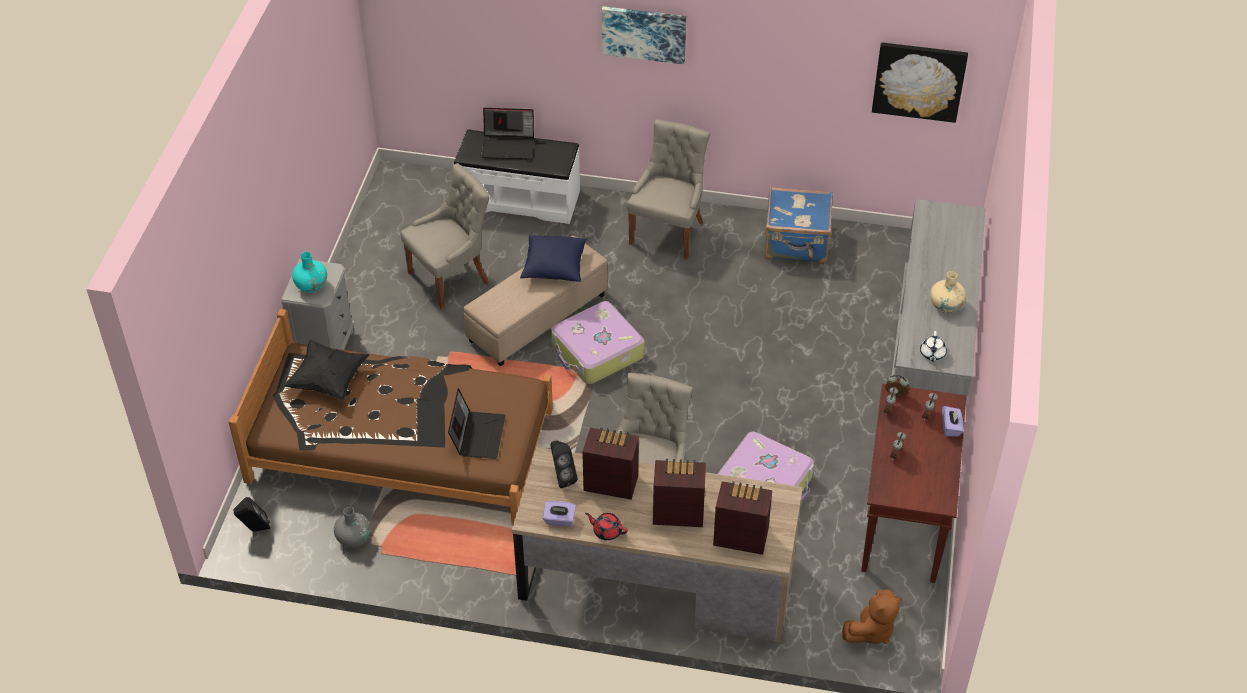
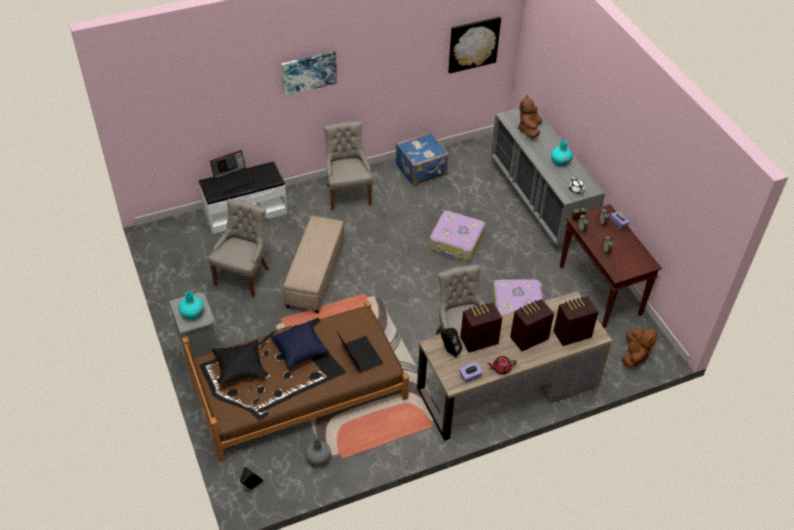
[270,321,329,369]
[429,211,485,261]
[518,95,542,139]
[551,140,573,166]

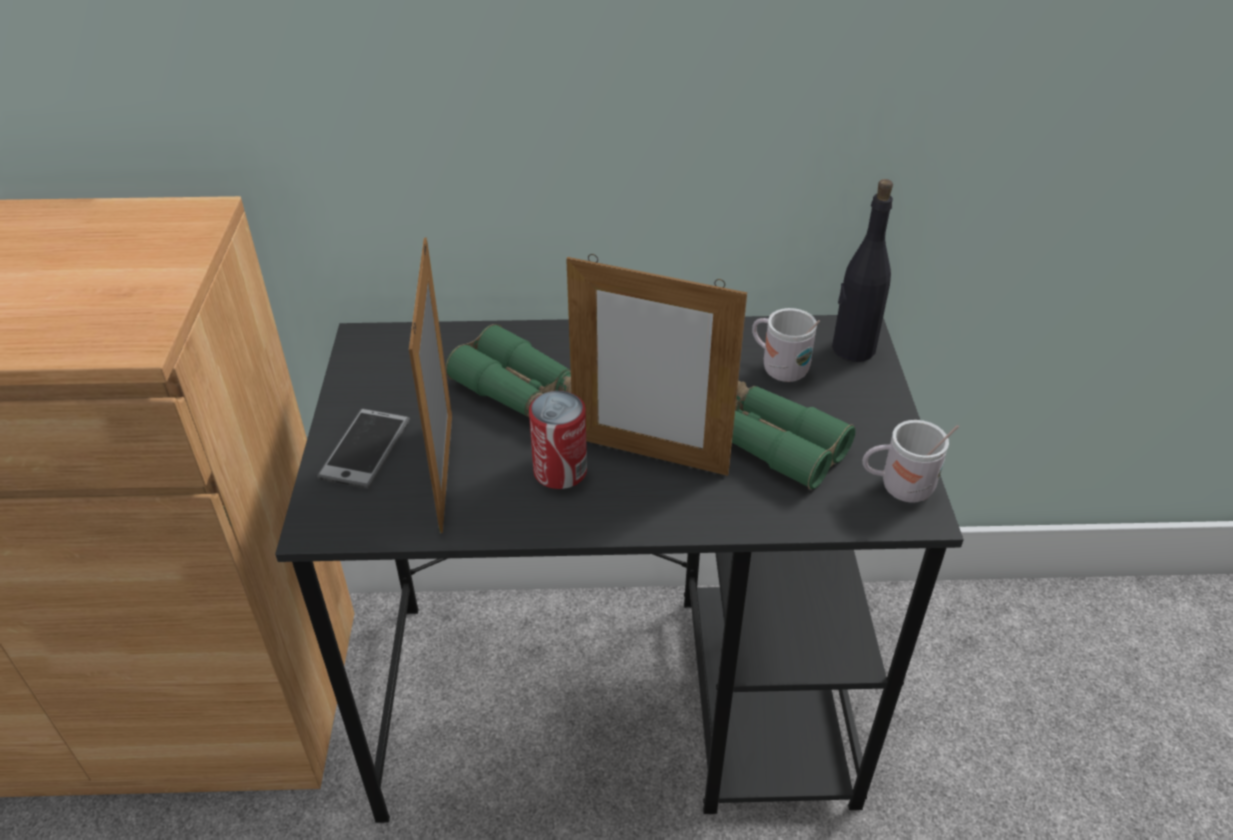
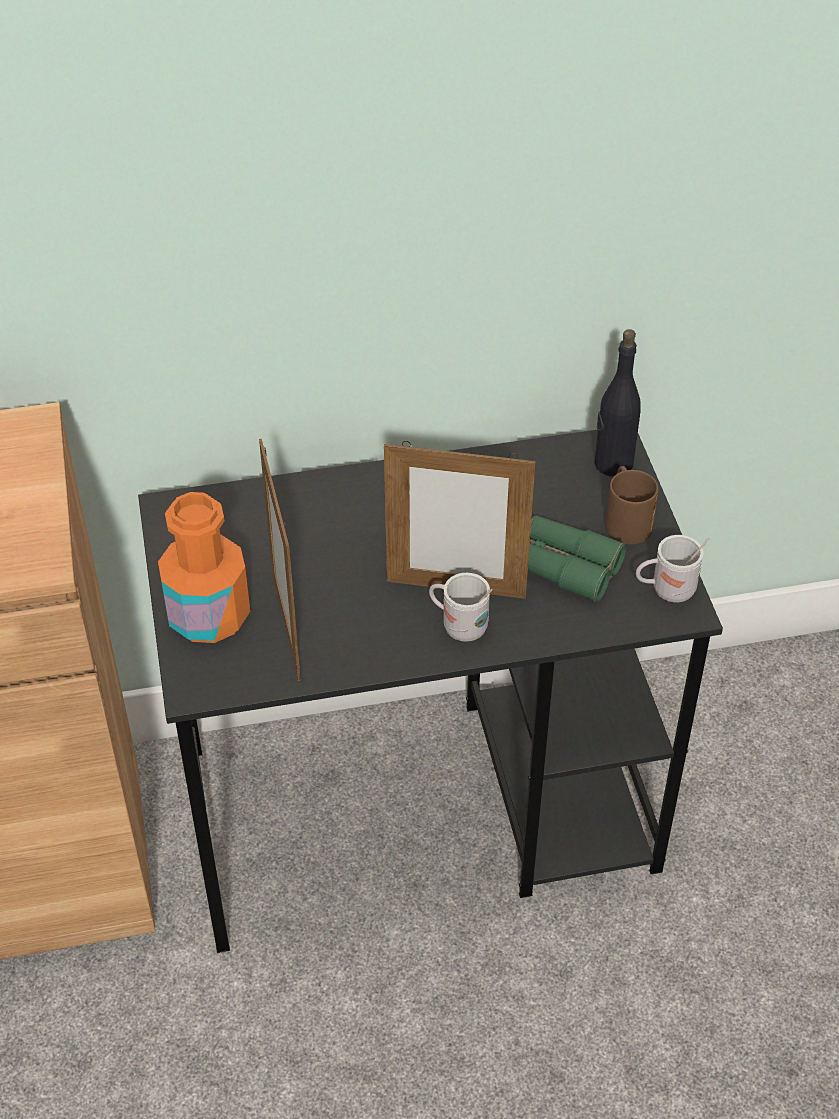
[158,492,250,643]
[429,573,492,642]
[605,466,658,545]
[445,324,572,417] (first image)
[529,391,587,489] (first image)

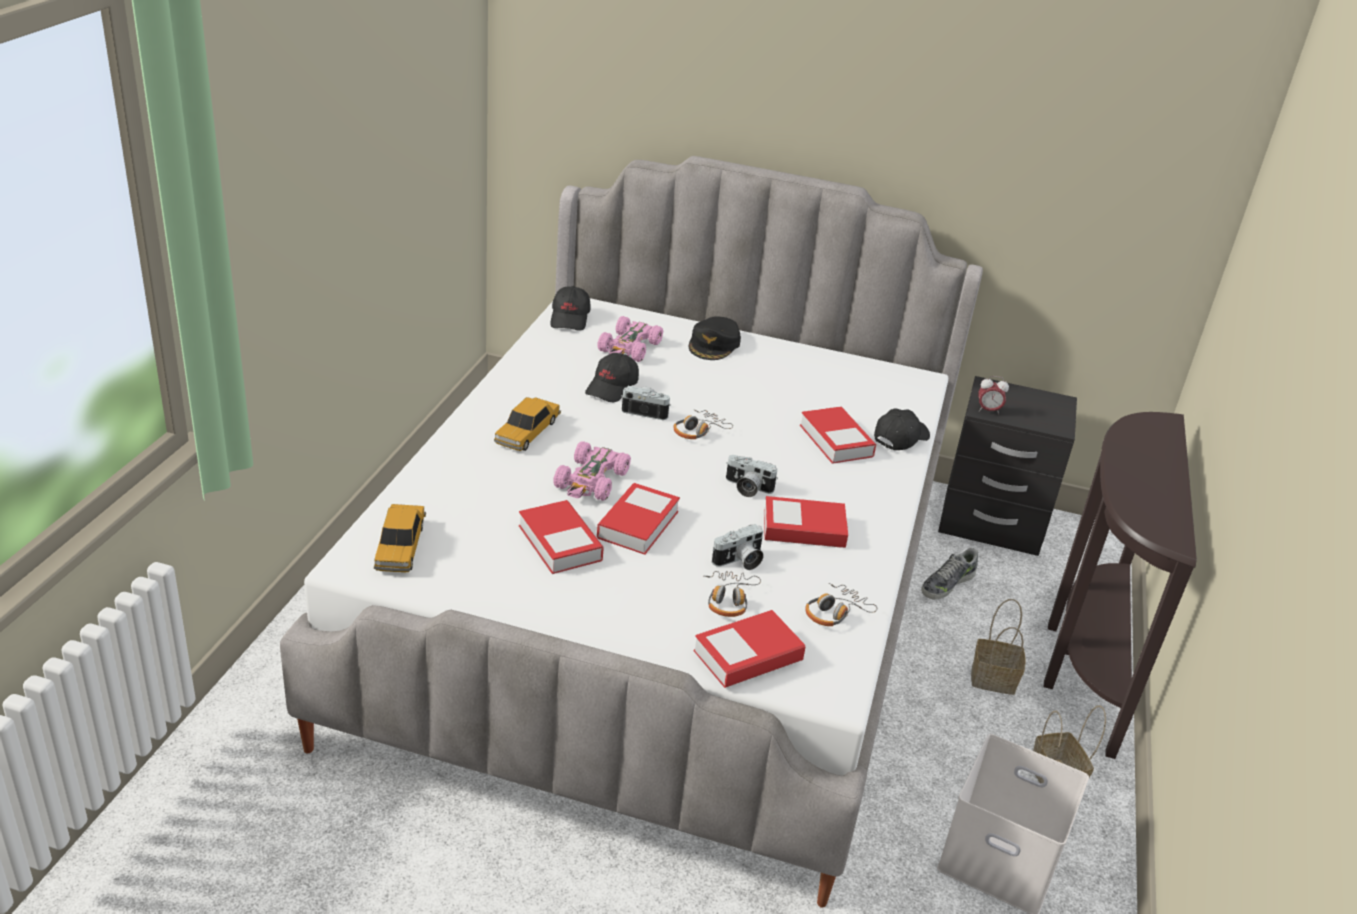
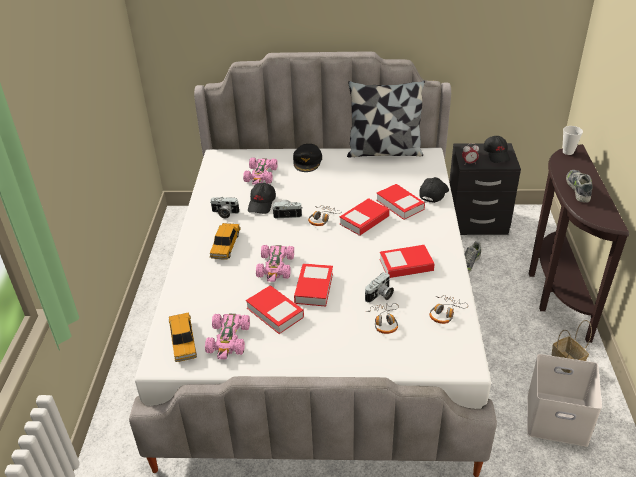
[205,314,250,359]
[210,197,239,218]
[340,198,389,236]
[347,81,425,158]
[483,136,510,163]
[562,126,583,155]
[566,170,593,203]
[971,599,1025,695] (first image)

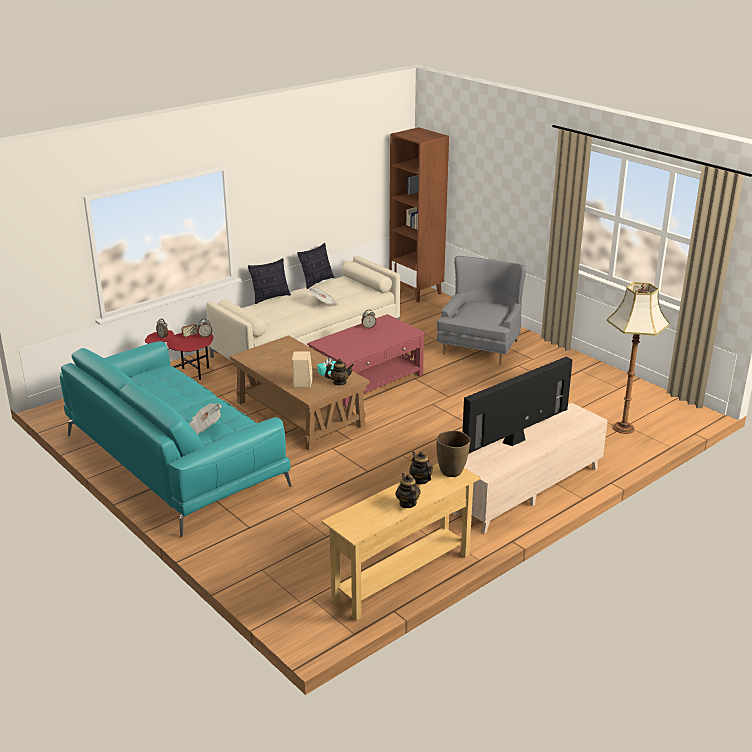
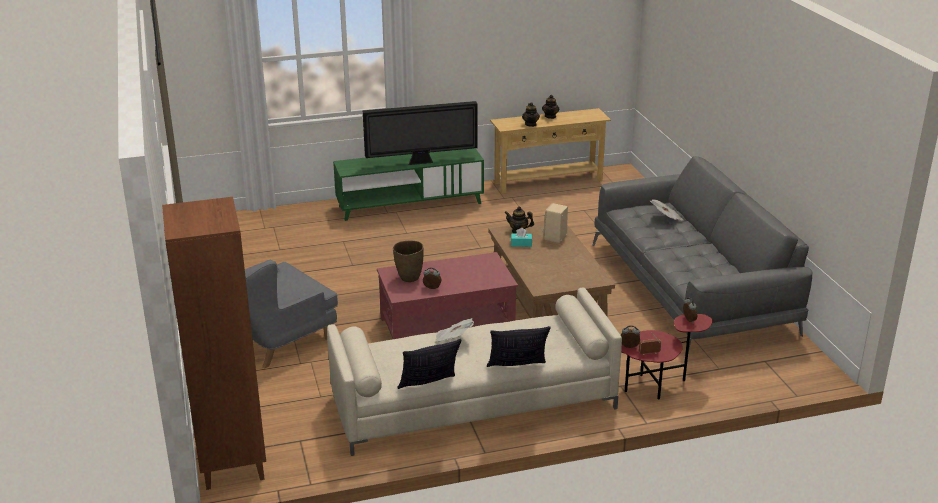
[333,148,484,221]
[393,241,424,282]
[592,156,812,353]
[607,282,670,434] (first image)

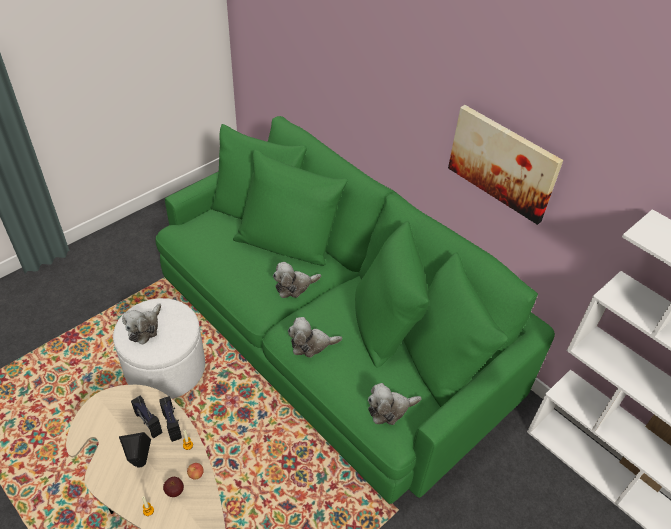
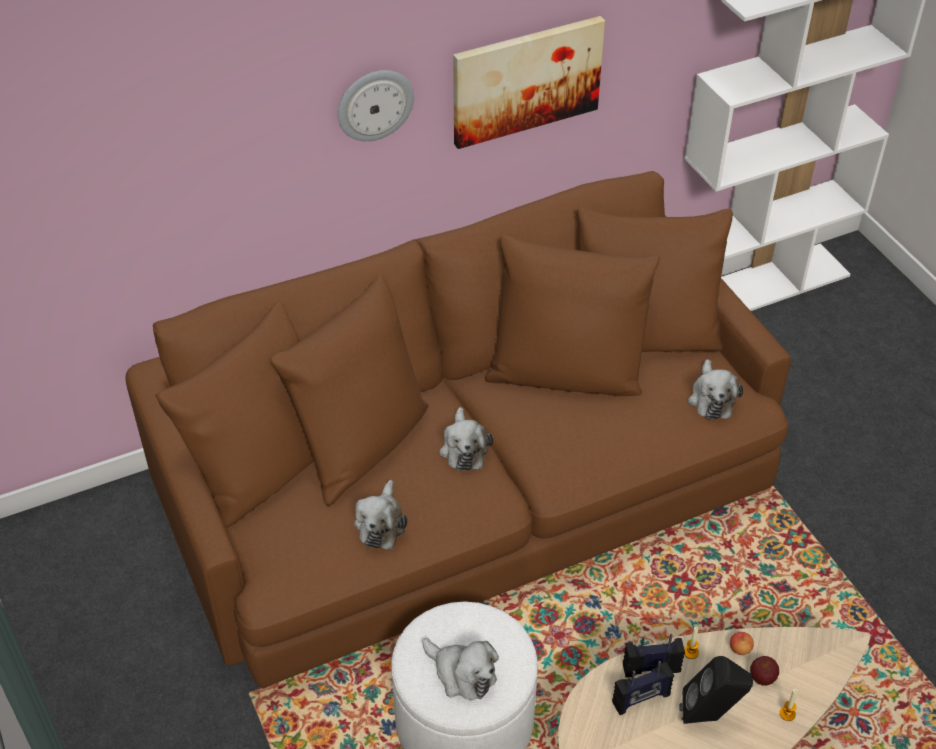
[125,171,791,688]
[338,70,414,141]
[354,480,408,549]

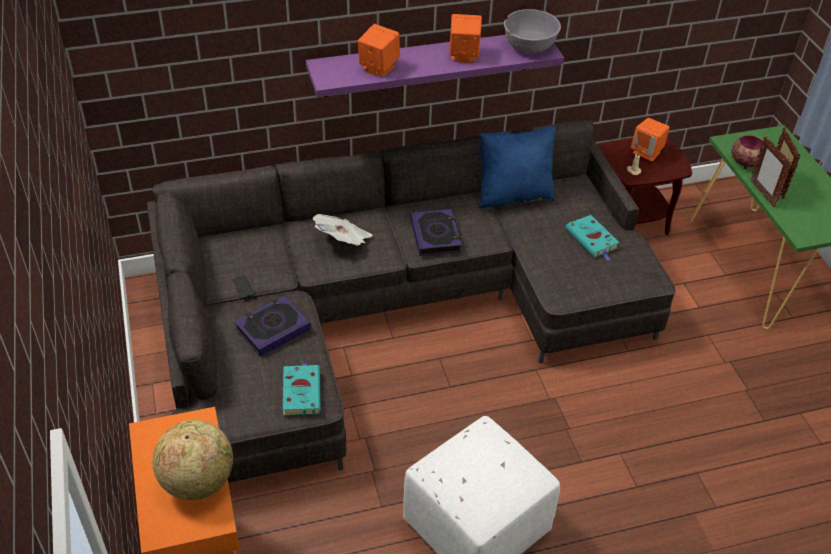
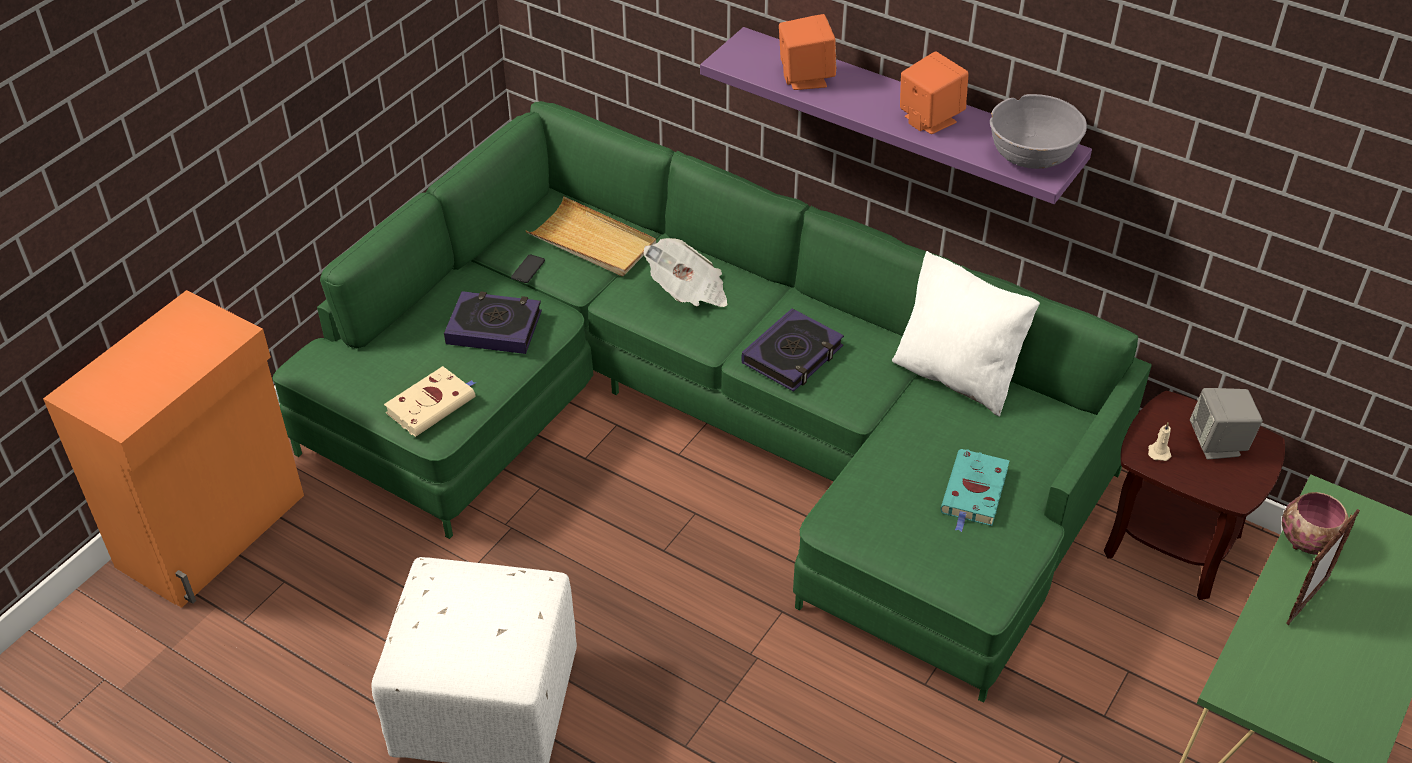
[272,101,1152,703]
[384,366,475,437]
[526,196,656,276]
[892,251,1040,416]
[1190,388,1263,460]
[152,420,233,500] (first image)
[750,136,792,207] (first image)

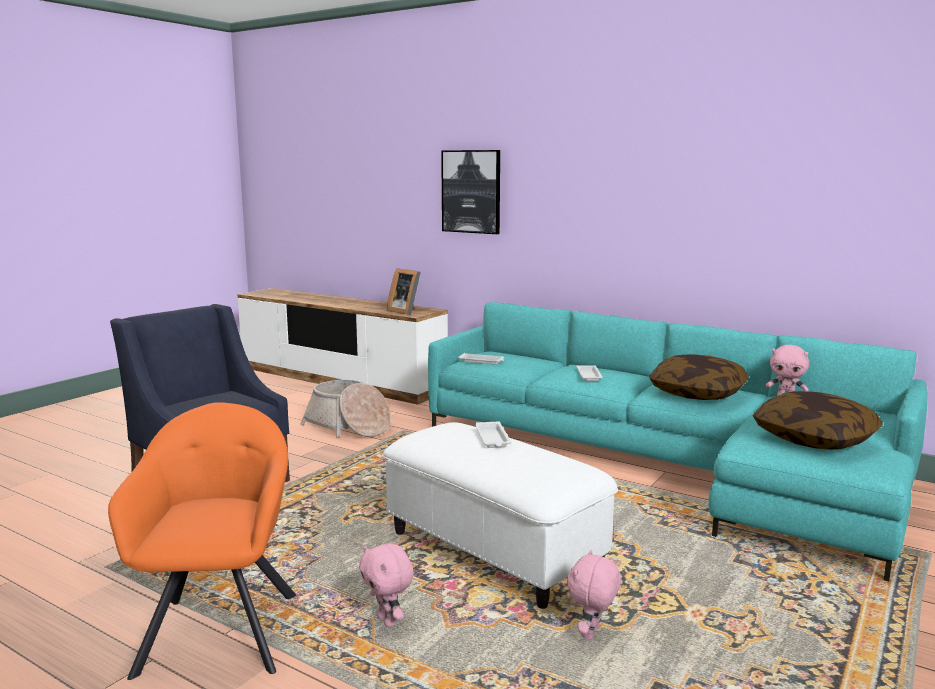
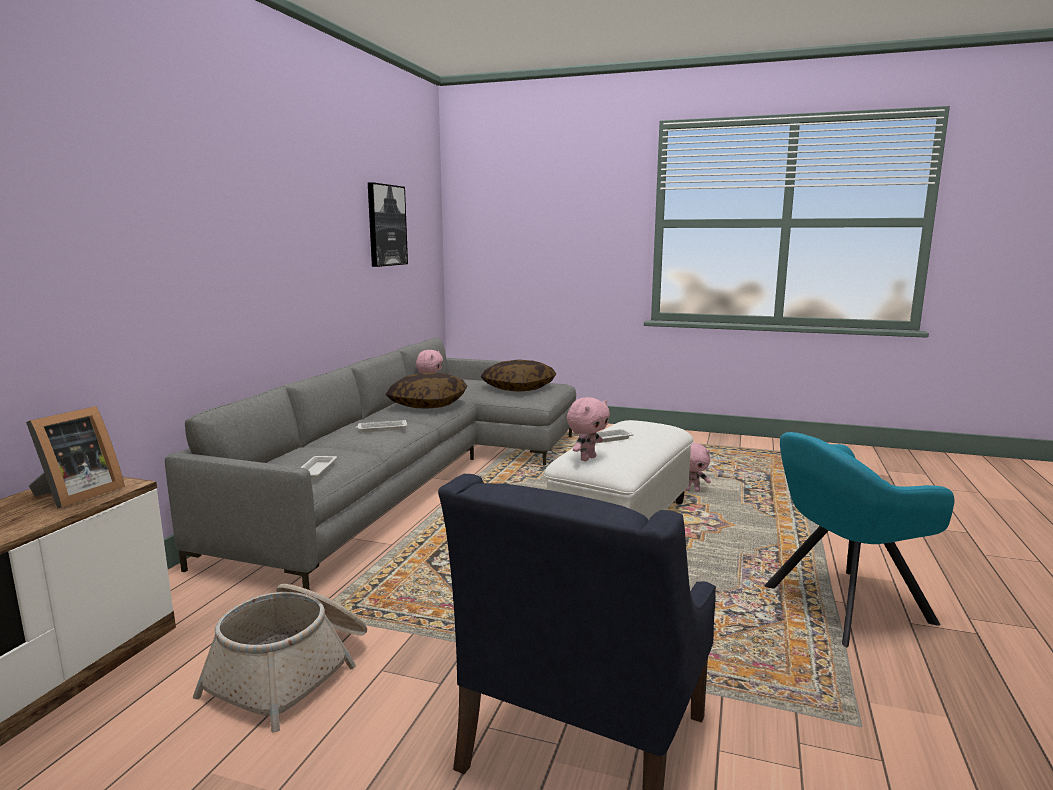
[164,337,576,590]
[368,182,408,267]
[567,397,610,461]
[764,432,954,648]

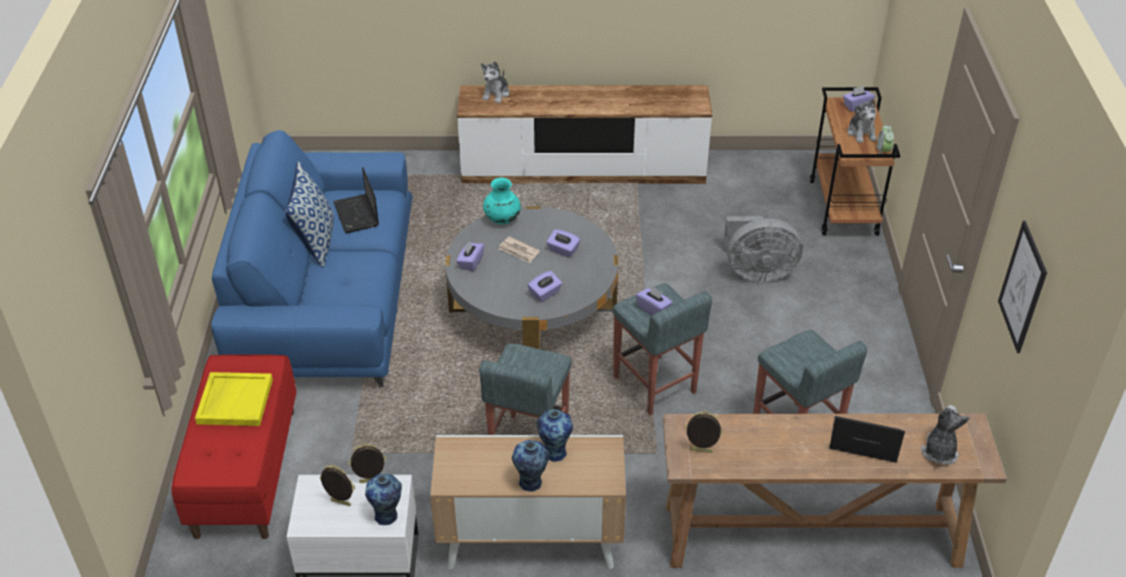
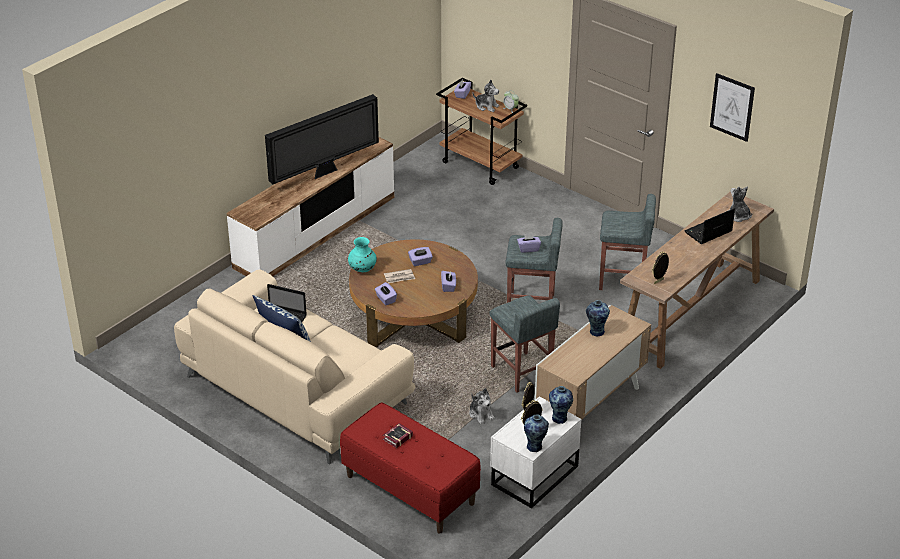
[174,269,416,465]
[265,94,379,184]
[349,240,478,348]
[383,423,413,448]
[469,388,495,424]
[524,414,549,452]
[723,216,803,282] (first image)

